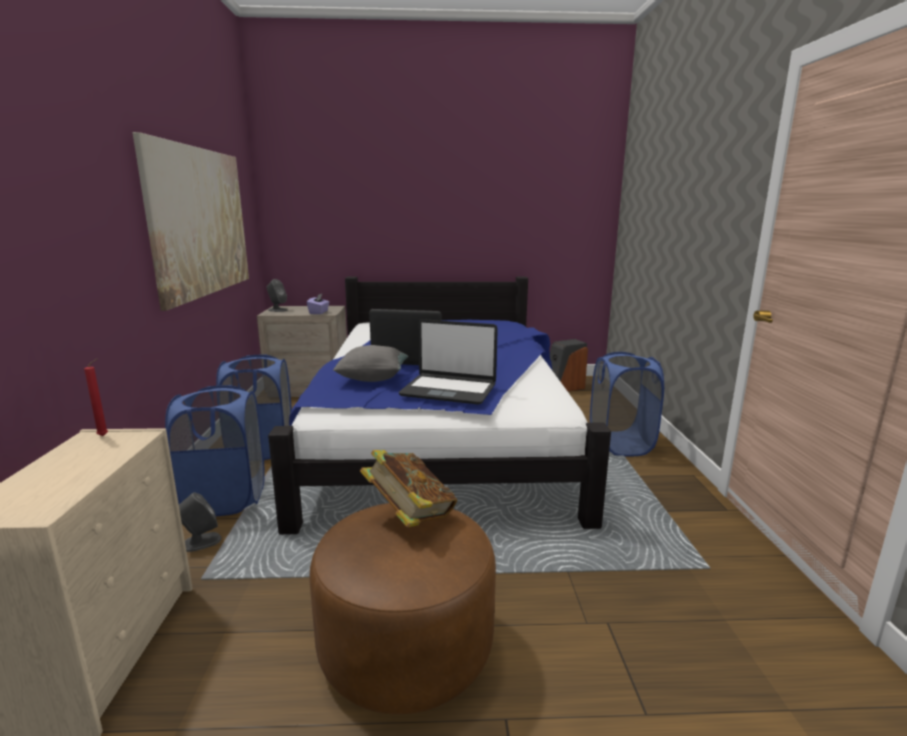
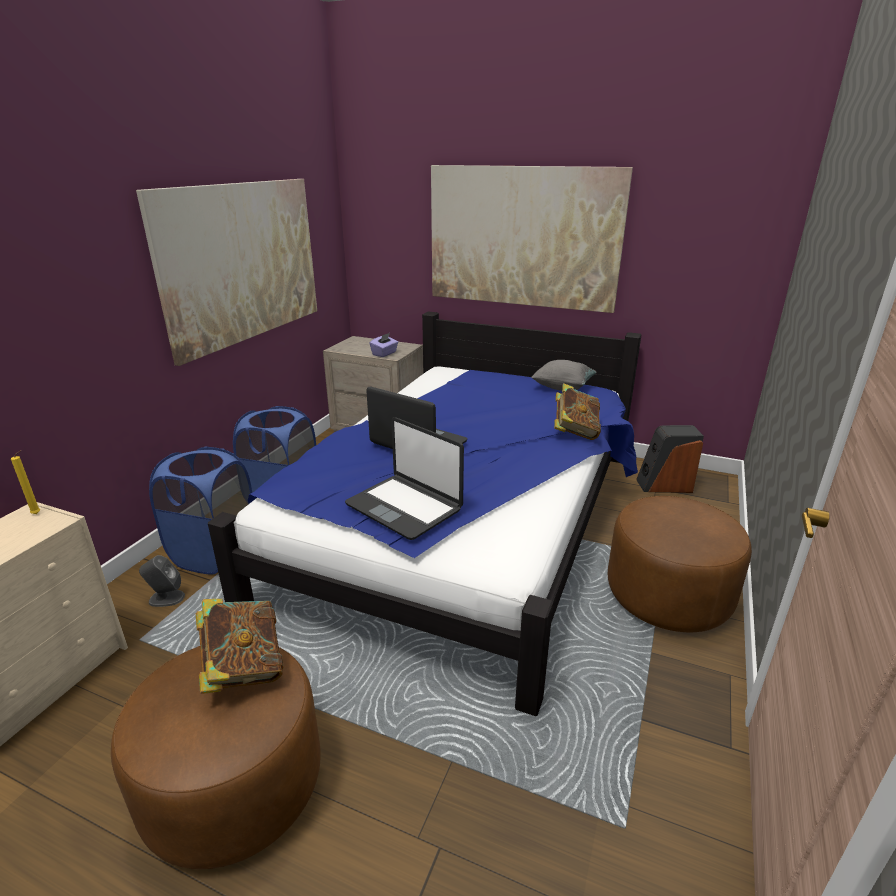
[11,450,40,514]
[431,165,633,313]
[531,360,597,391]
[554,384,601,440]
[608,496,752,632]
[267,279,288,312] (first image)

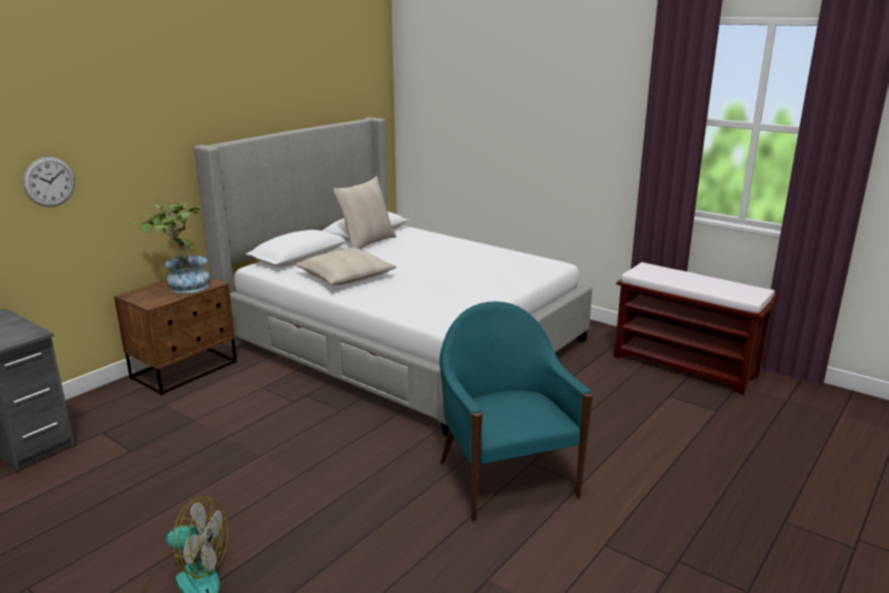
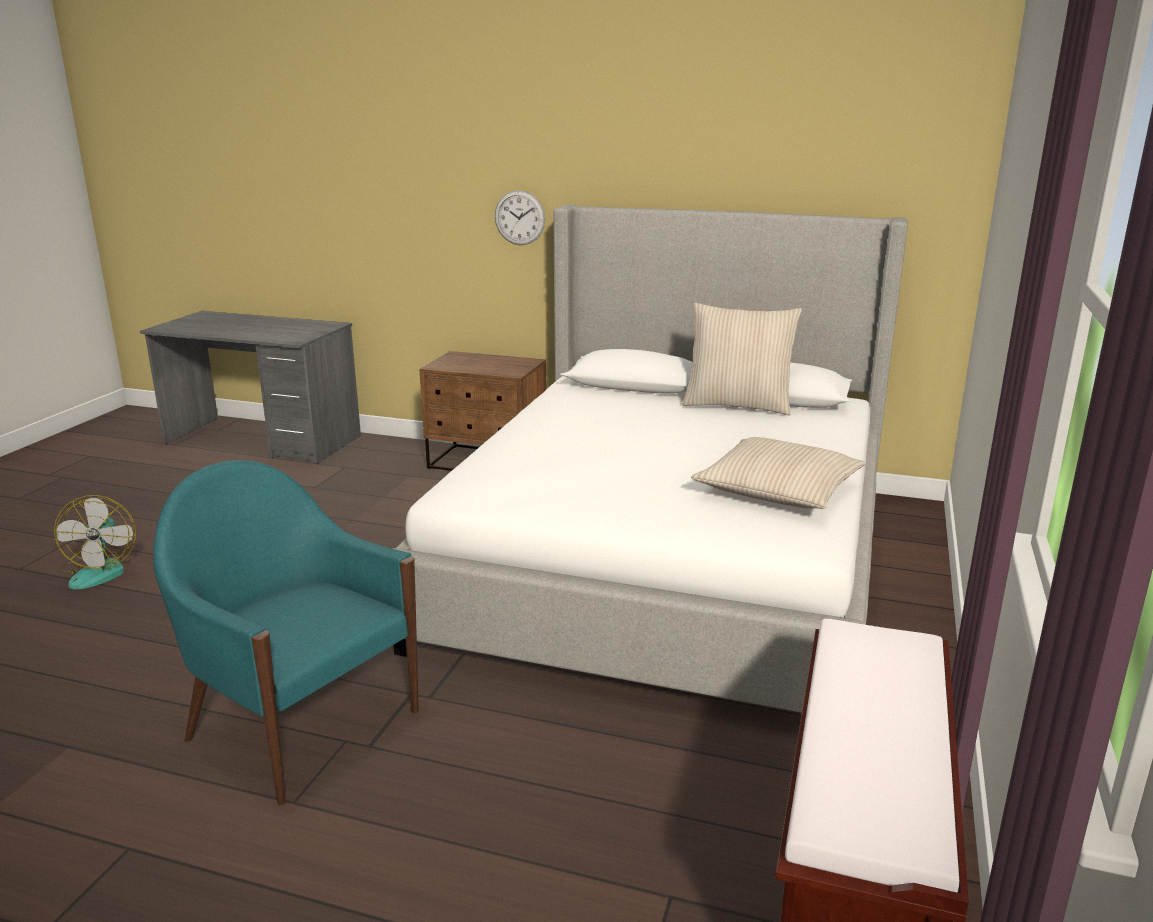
[153,460,419,805]
[495,190,545,245]
[691,437,865,509]
[133,202,210,293] (first image)

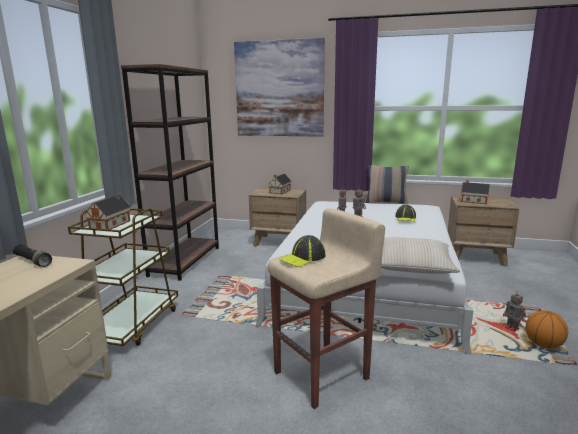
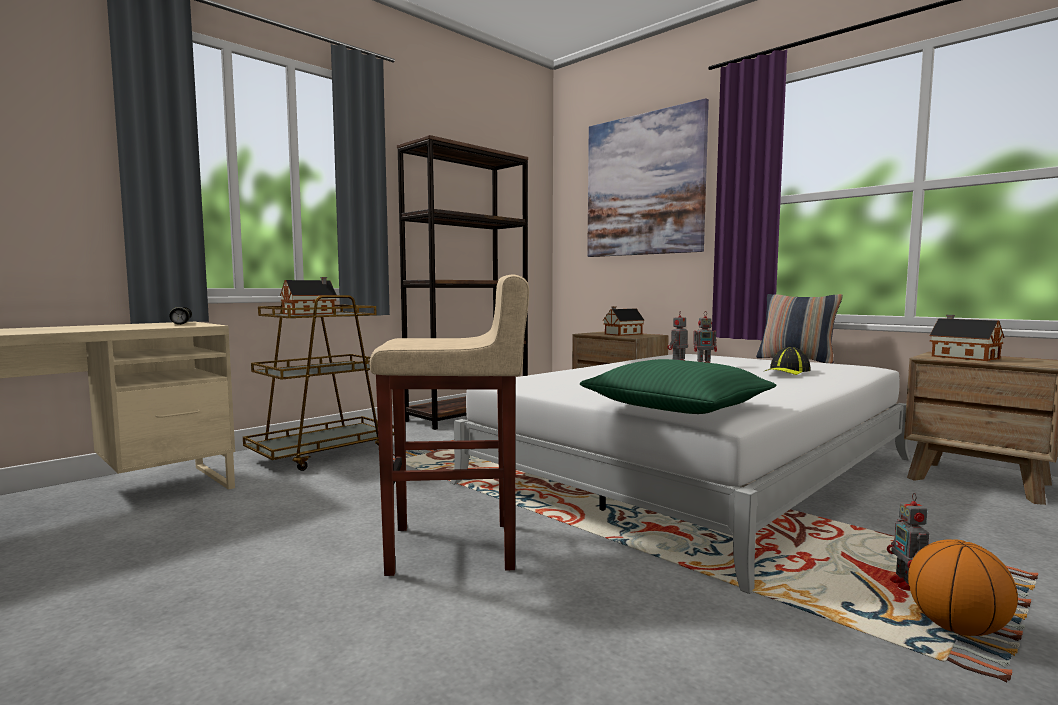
[580,359,776,414]
[280,235,325,267] (first image)

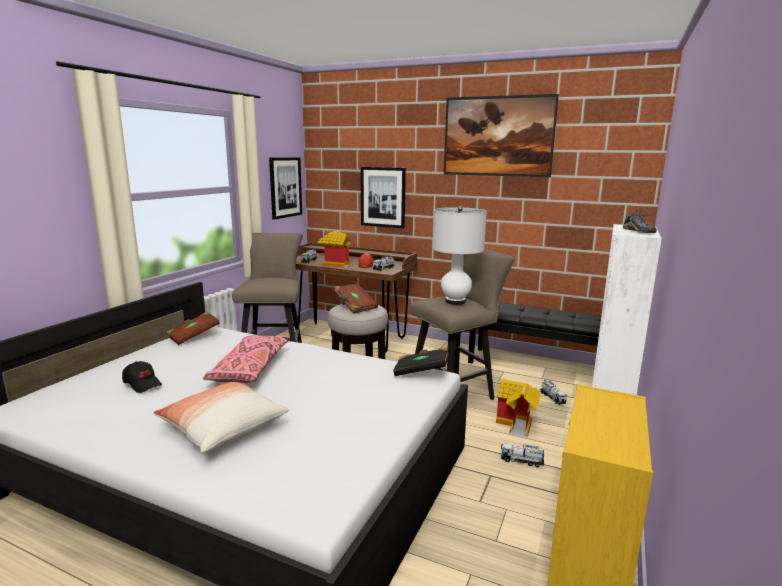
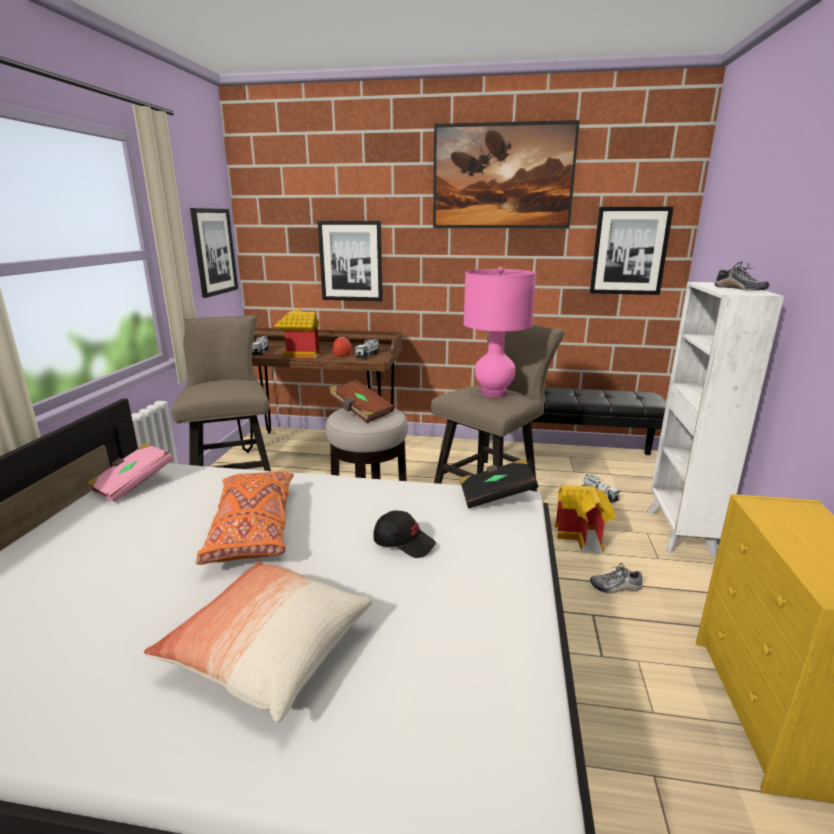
[86,442,173,502]
[196,471,294,565]
[373,511,436,558]
[464,267,536,398]
[590,207,674,295]
[590,563,644,594]

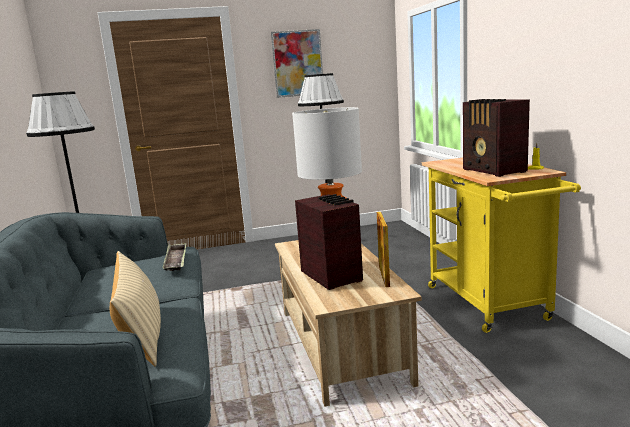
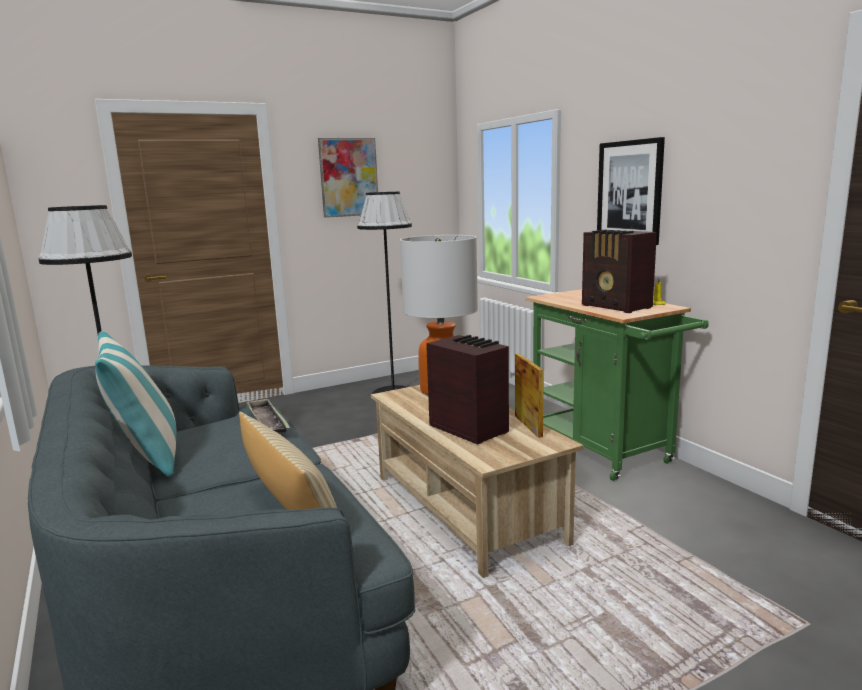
[95,331,176,477]
[525,289,709,481]
[597,137,665,245]

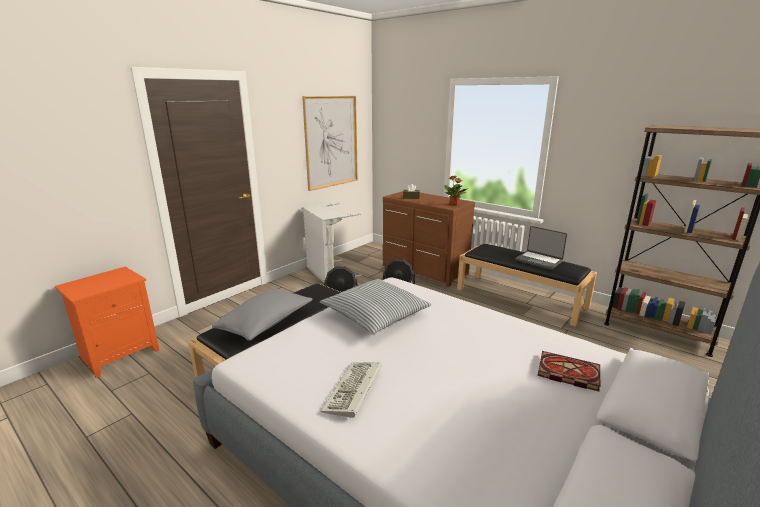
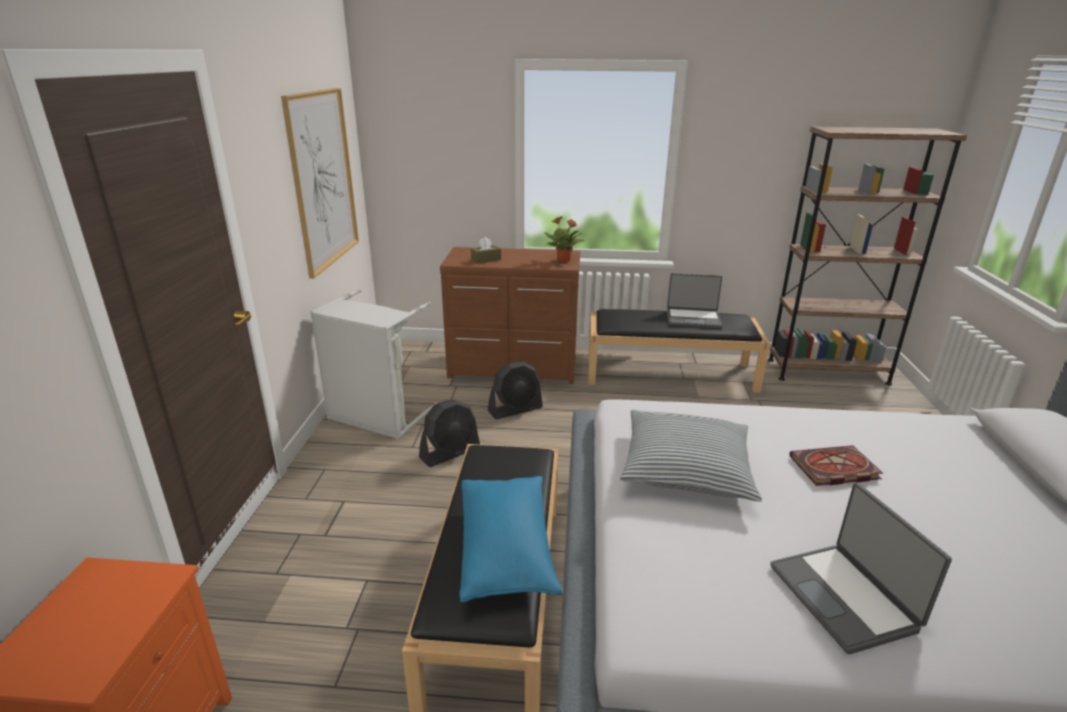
[459,476,562,602]
[770,483,952,654]
[789,445,883,486]

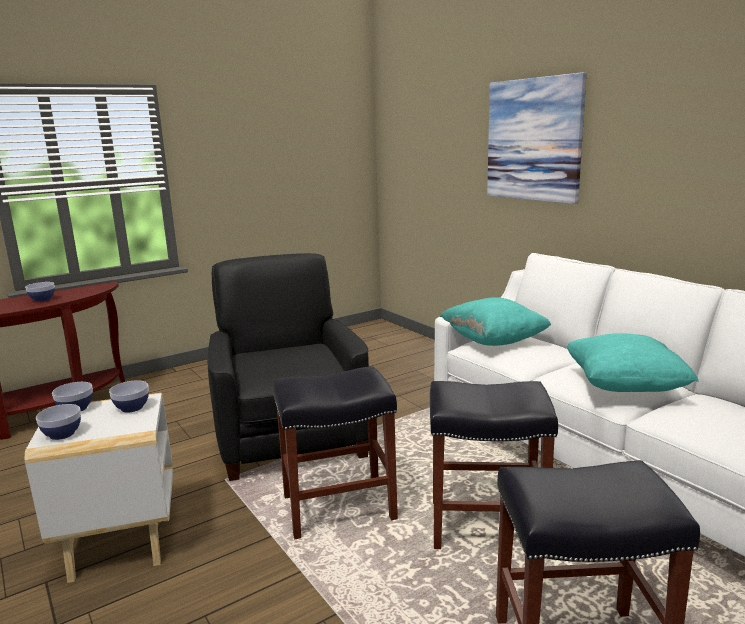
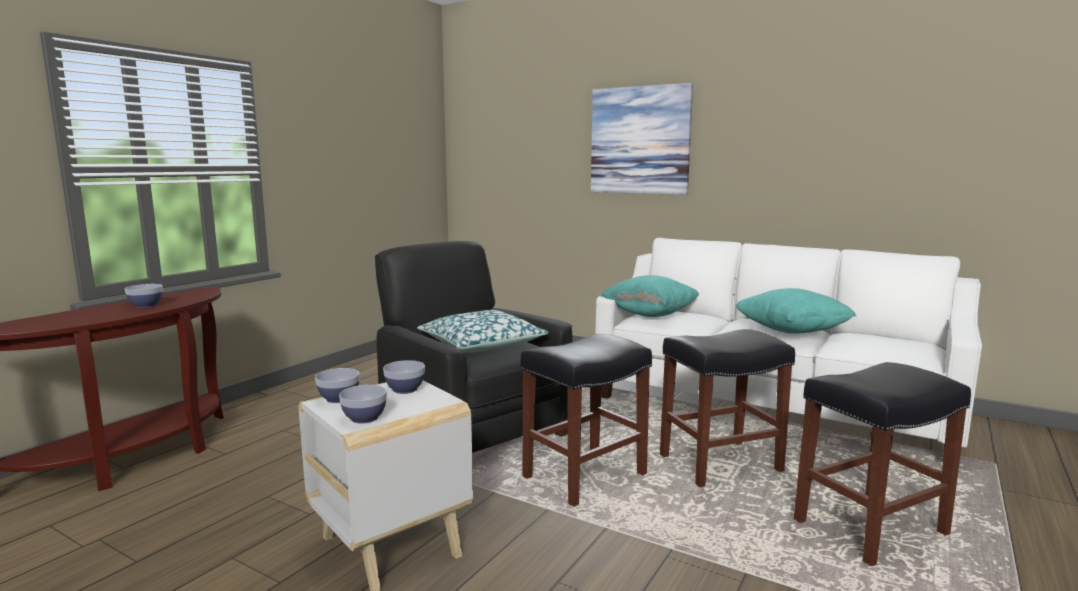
[417,310,549,353]

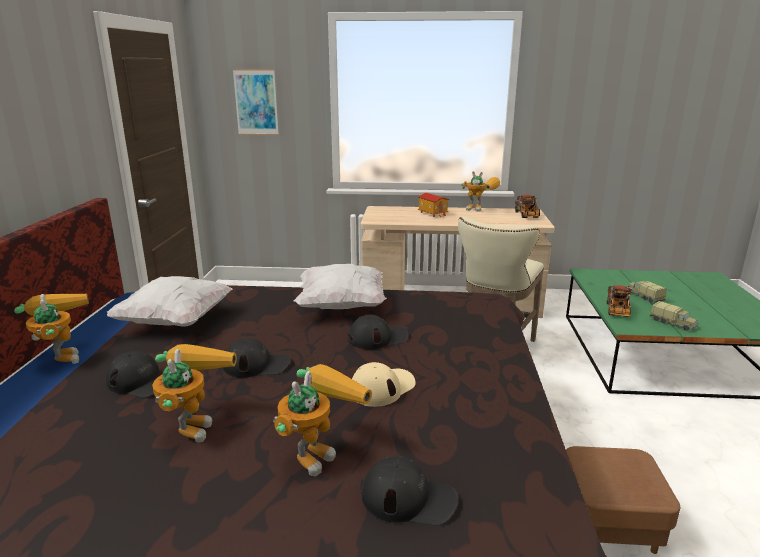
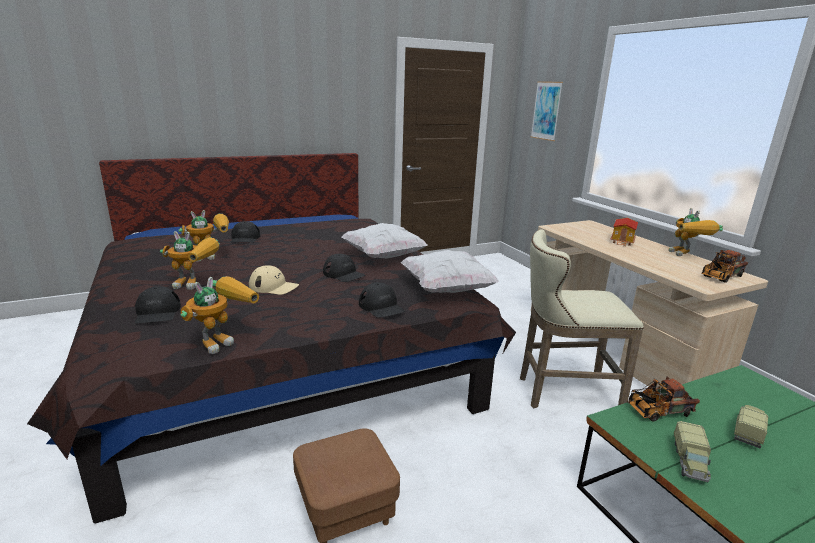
[181,276,259,354]
[359,282,405,318]
[401,250,499,293]

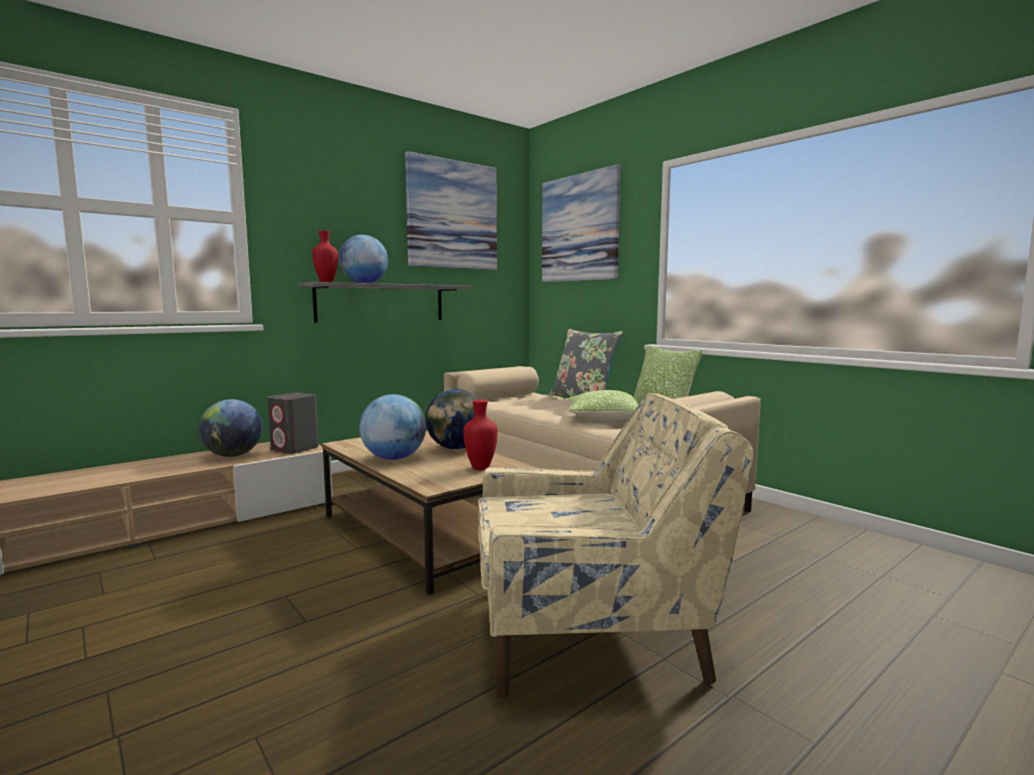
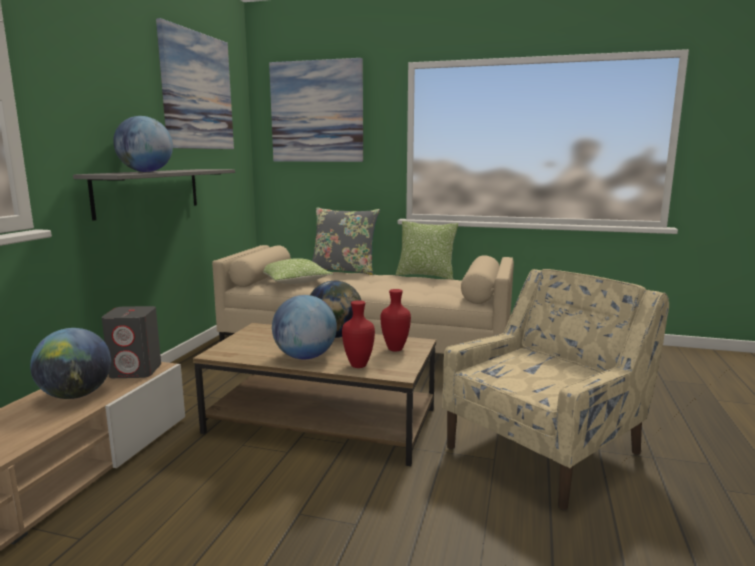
[263,258,333,284]
[342,300,375,368]

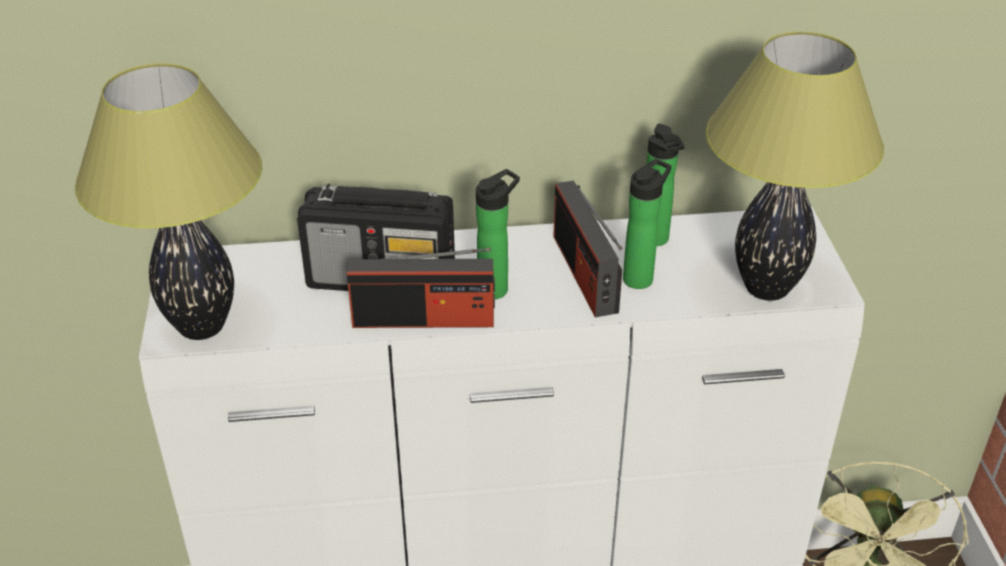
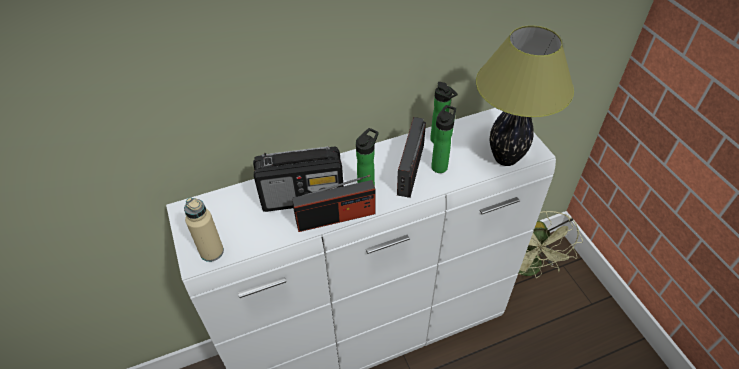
[184,197,224,262]
[397,117,426,198]

